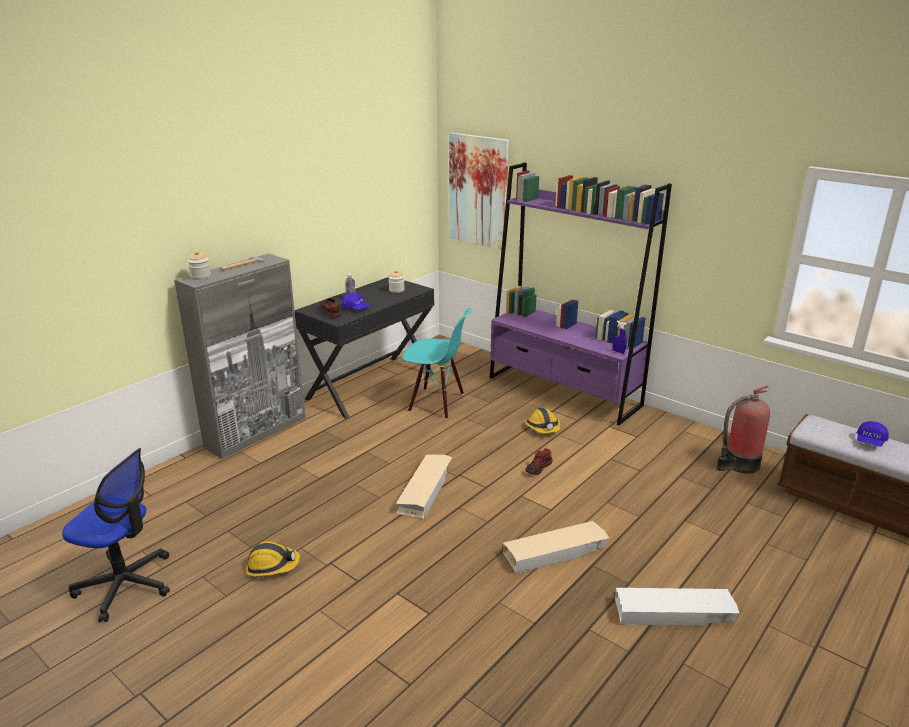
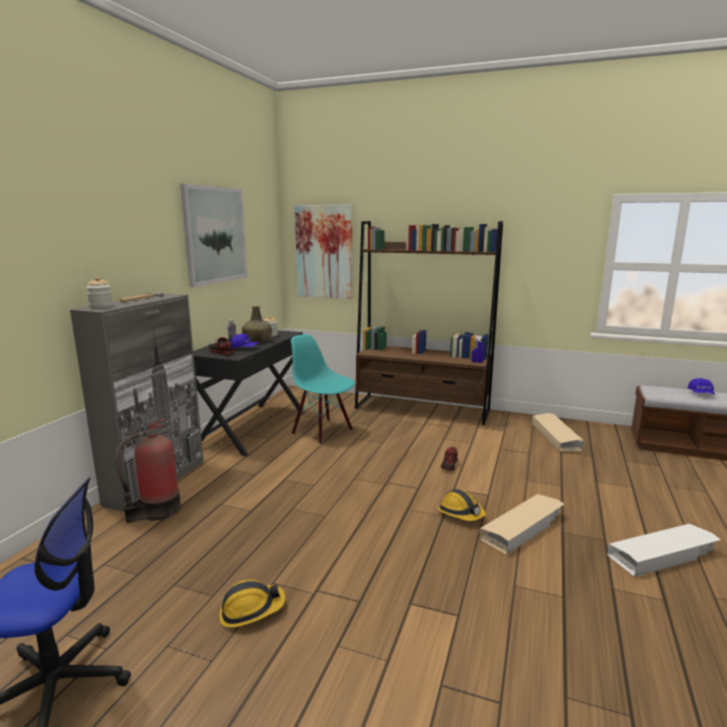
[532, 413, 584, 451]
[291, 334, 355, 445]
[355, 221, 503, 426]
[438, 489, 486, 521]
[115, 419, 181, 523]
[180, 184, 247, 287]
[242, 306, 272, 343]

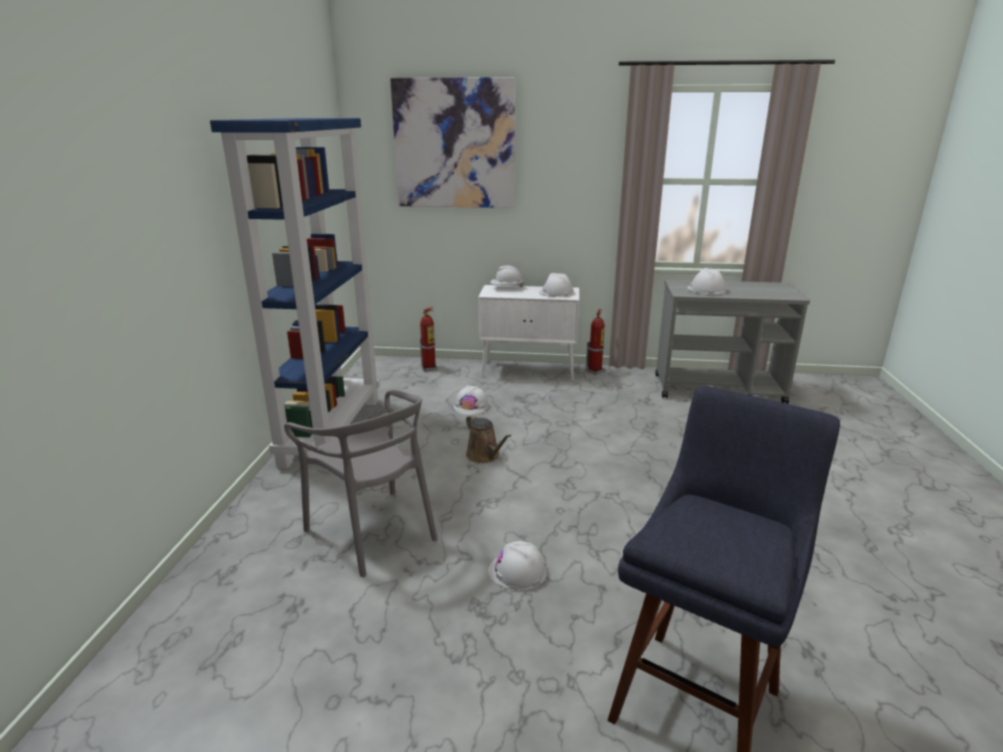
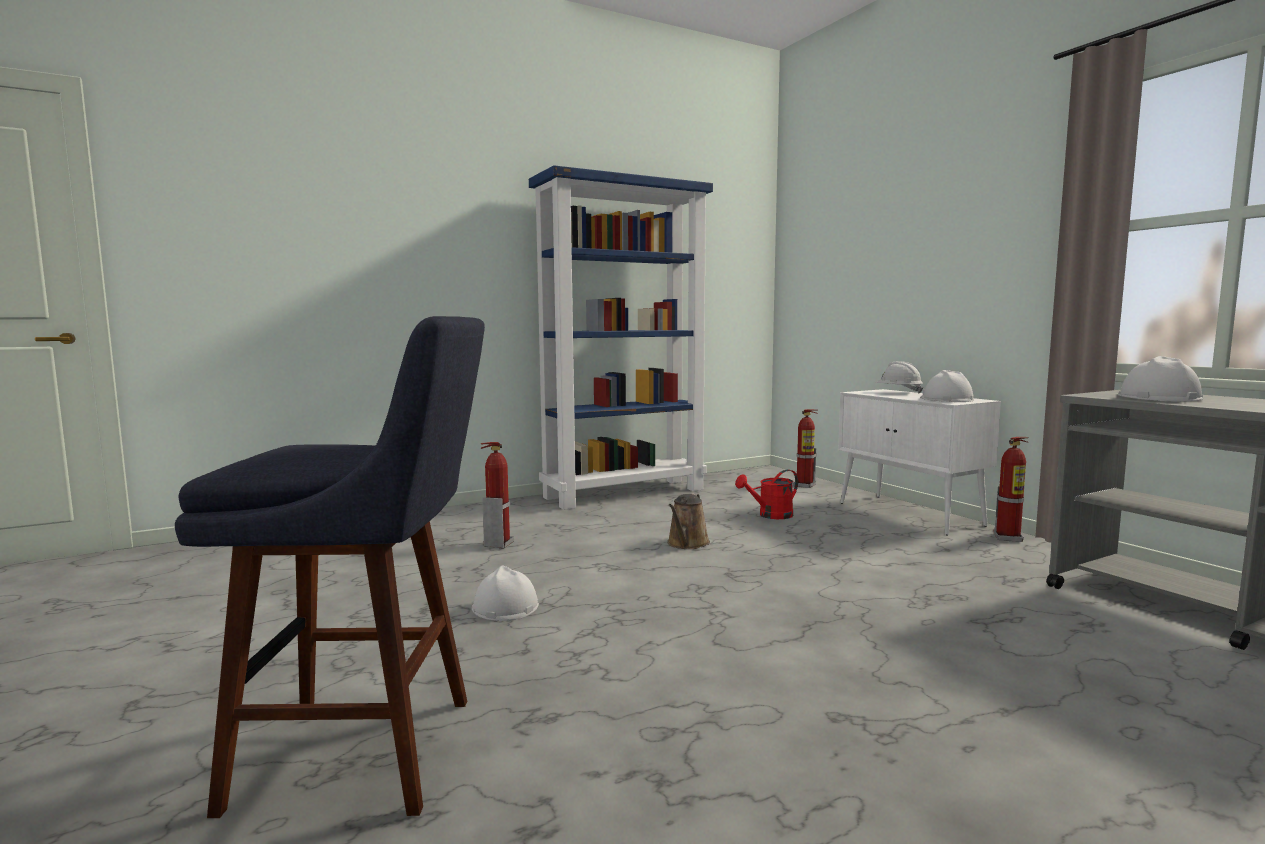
[481, 442, 514, 549]
[390, 77, 515, 208] (first image)
[735, 470, 798, 519]

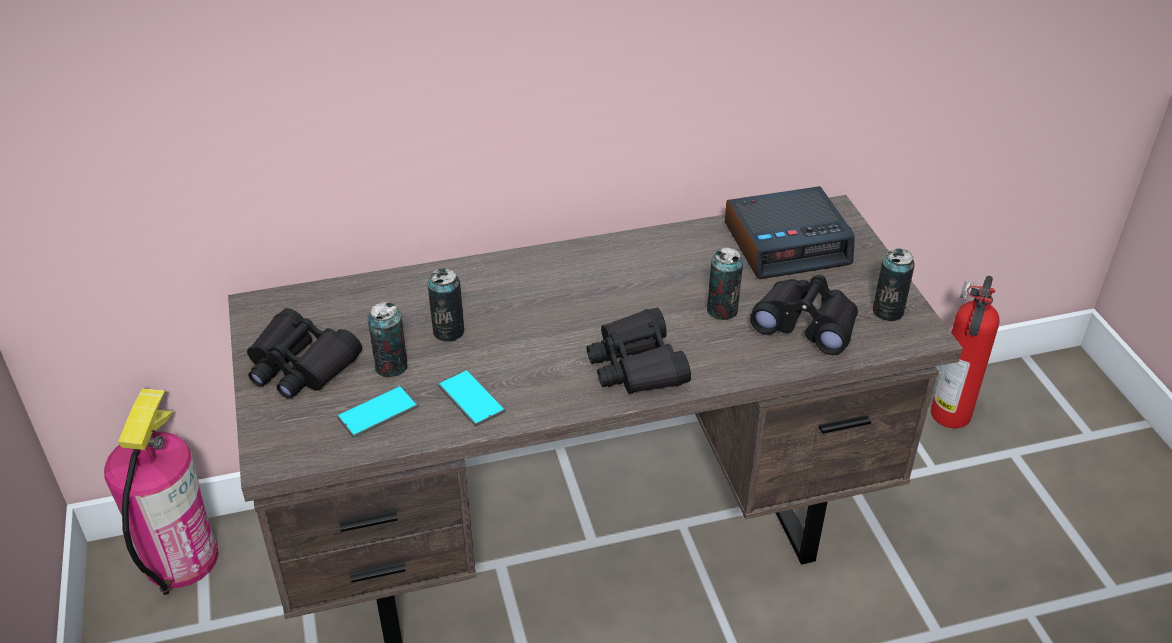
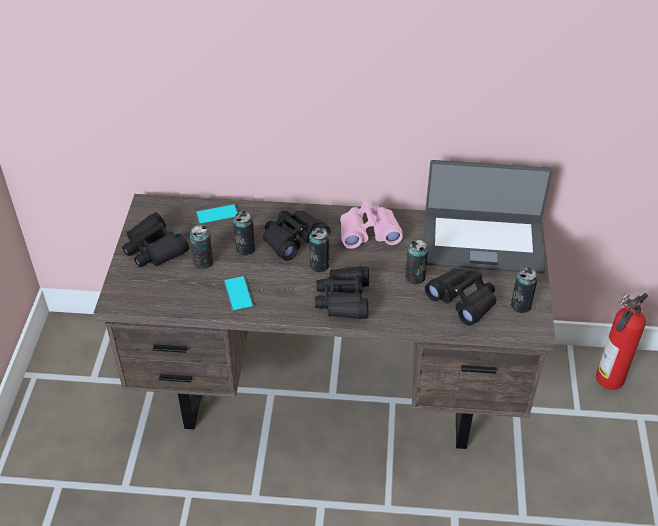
[104, 388, 218, 595] (first image)
[196, 204, 238, 225]
[424, 160, 553, 274]
[263, 210, 330, 261]
[309, 228, 330, 272]
[340, 201, 403, 249]

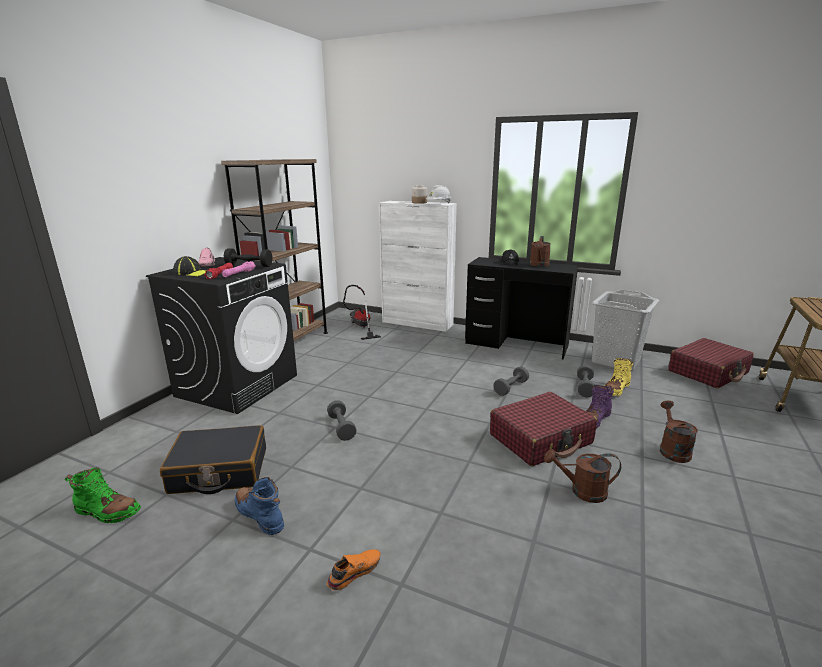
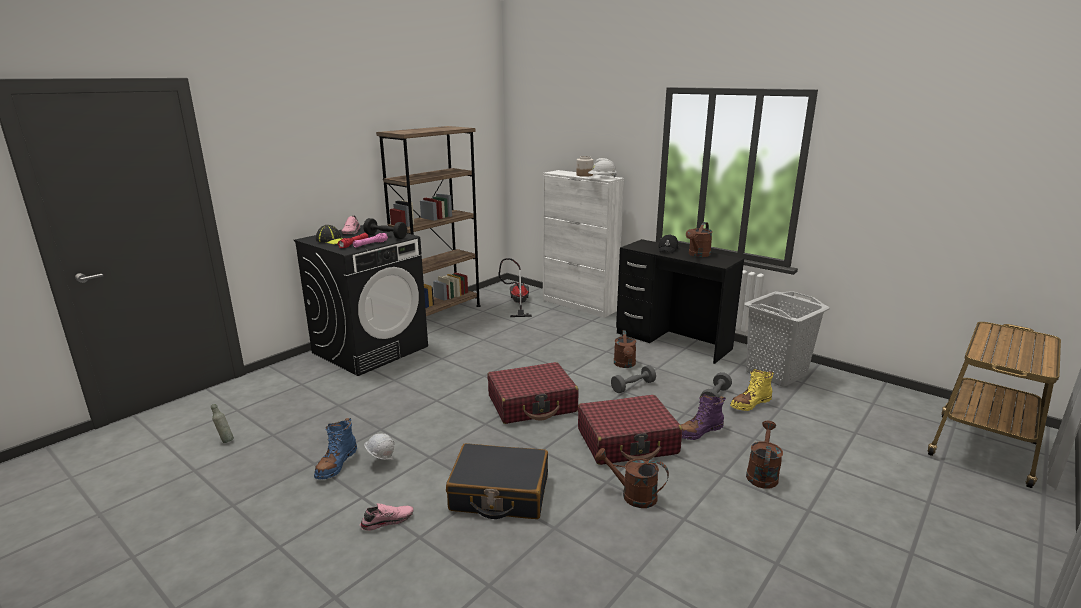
[211, 404, 234, 443]
[446, 443, 548, 519]
[314, 418, 357, 479]
[327, 400, 357, 441] (first image)
[360, 503, 414, 531]
[487, 362, 578, 424]
[364, 433, 395, 460]
[614, 330, 637, 368]

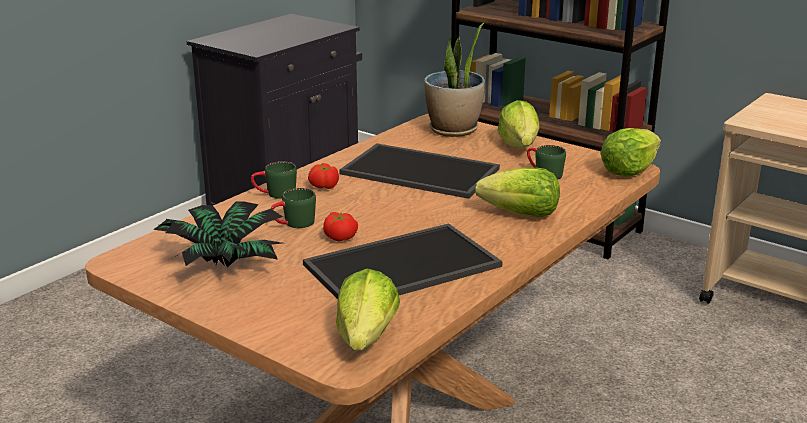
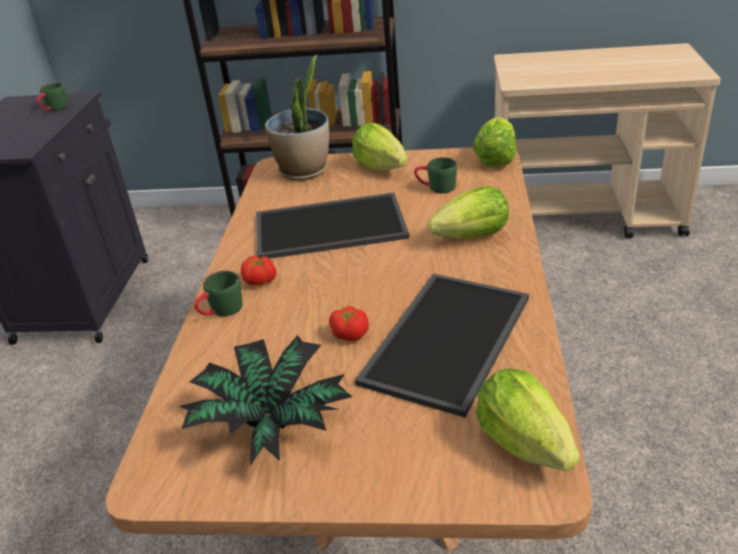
[37, 83, 68, 111]

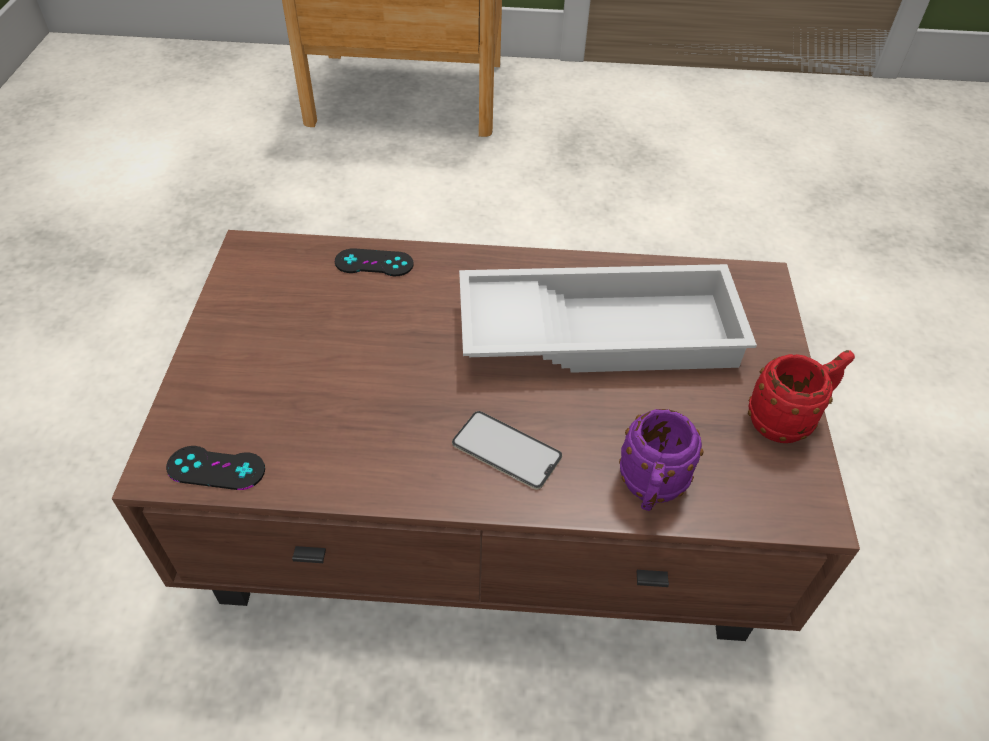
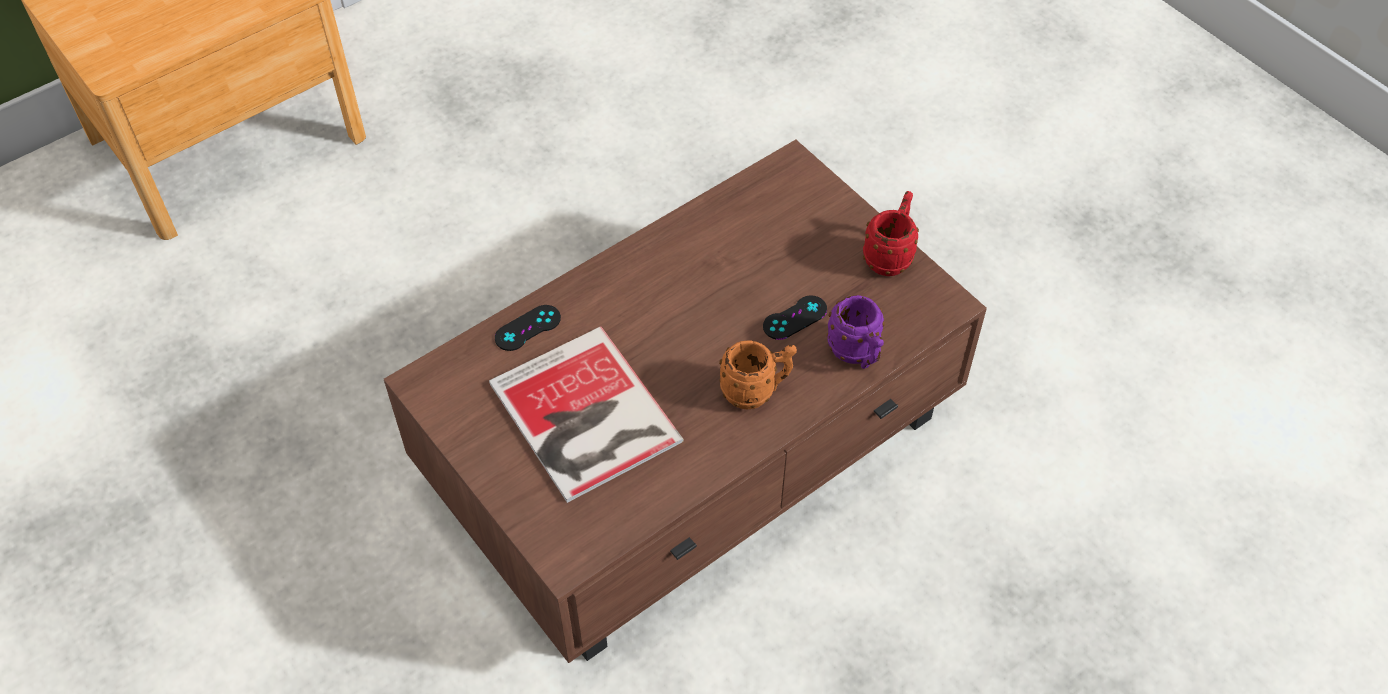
[763, 295, 827, 340]
[719, 340, 797, 409]
[459, 264, 757, 373] (first image)
[489, 327, 684, 503]

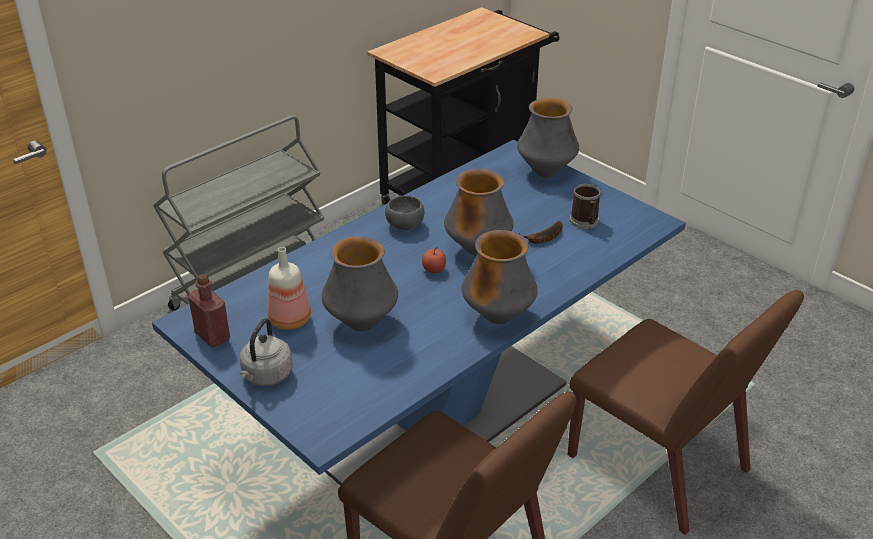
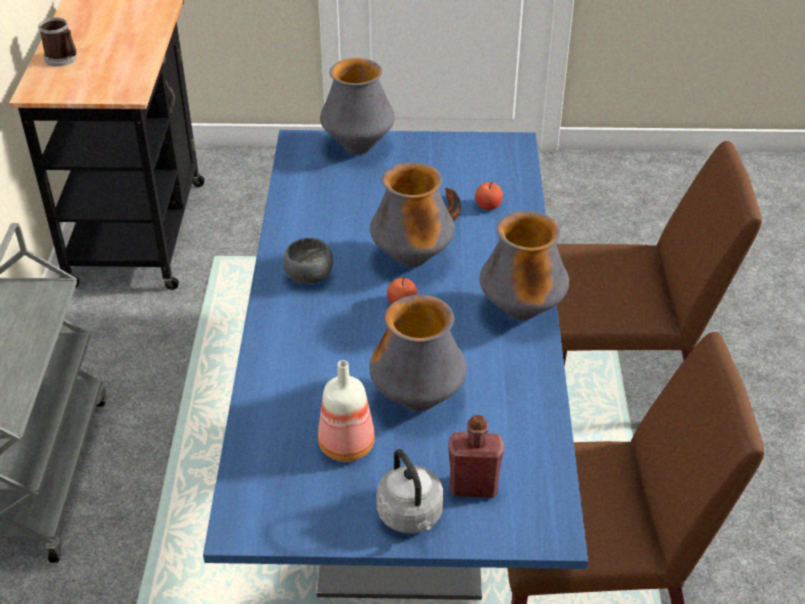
[448, 415, 504, 498]
[38, 18, 77, 67]
[475, 182, 503, 210]

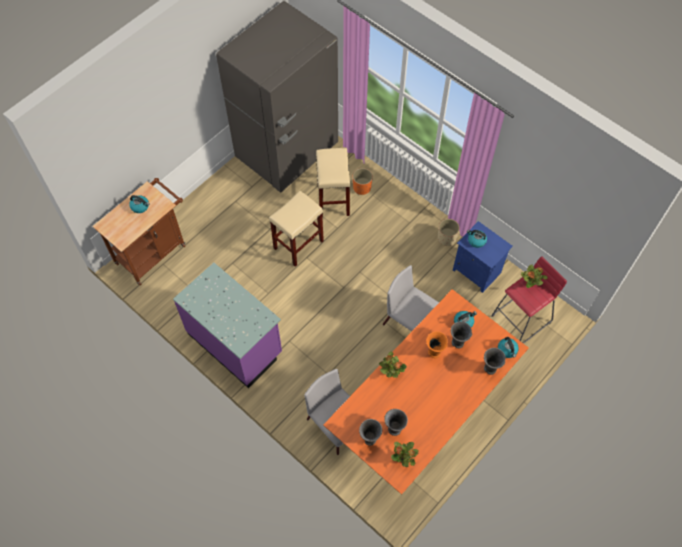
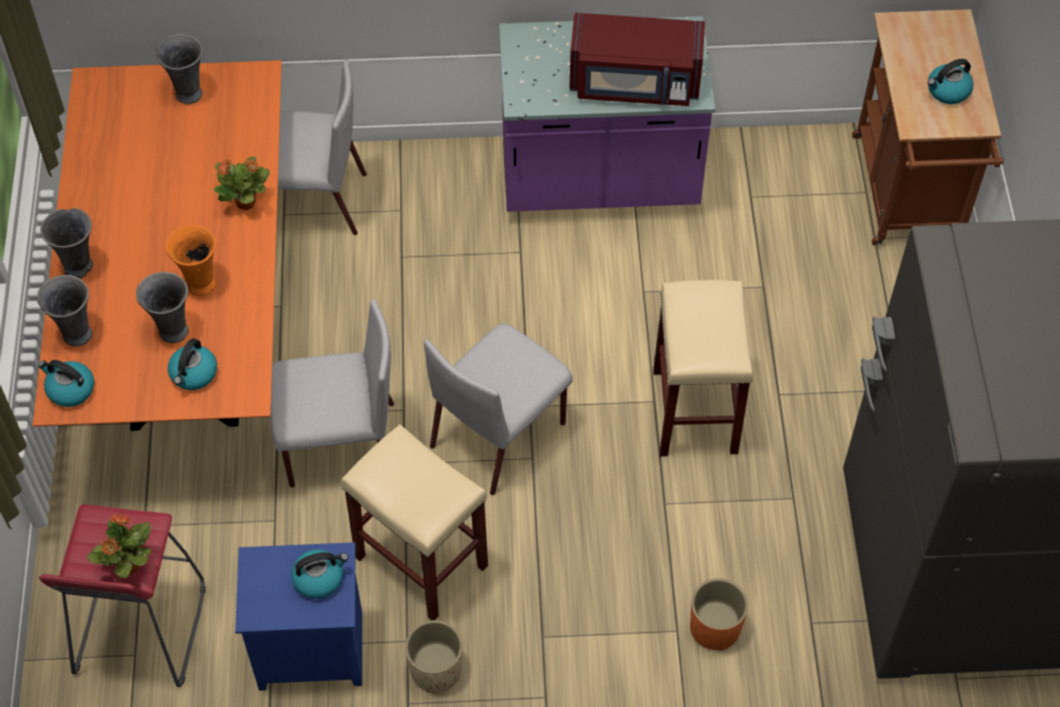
[341, 424, 488, 620]
[40, 208, 93, 278]
[391, 442, 419, 467] (first image)
[424, 323, 573, 495]
[570, 13, 705, 106]

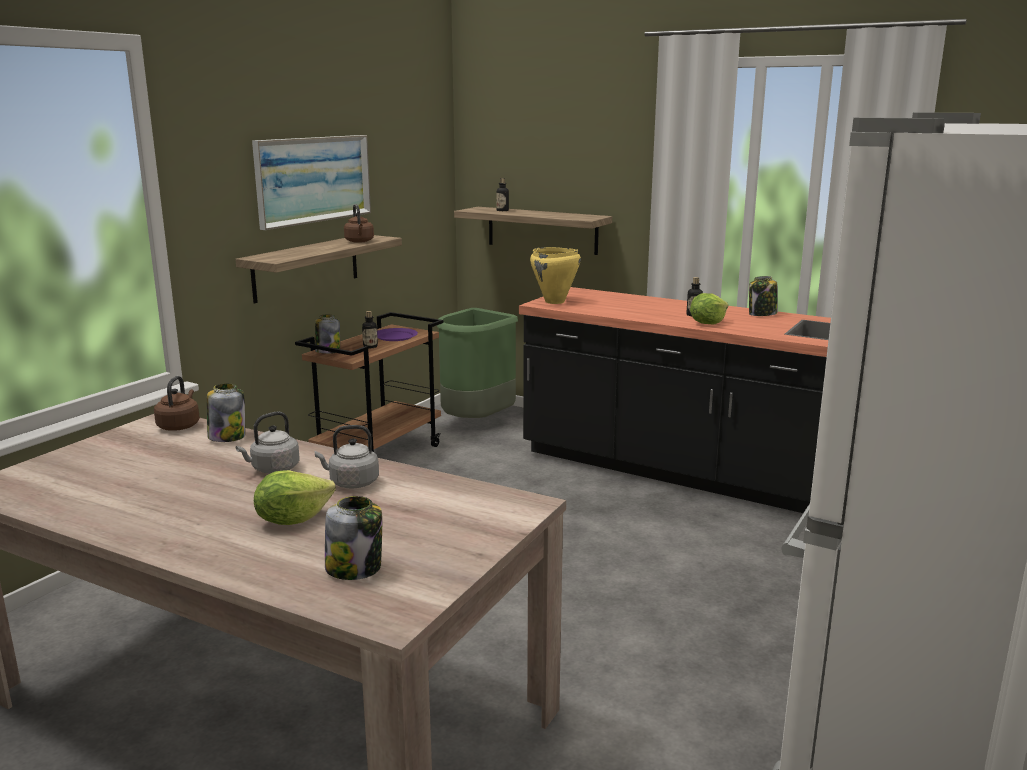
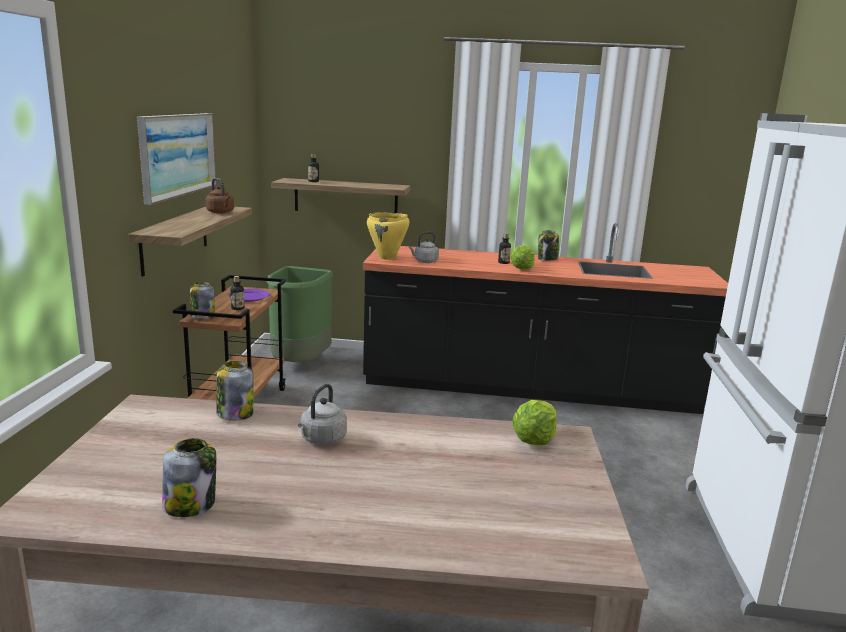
[154, 376, 200, 431] (first image)
[512, 400, 557, 445]
[409, 232, 439, 263]
[162, 438, 216, 517]

